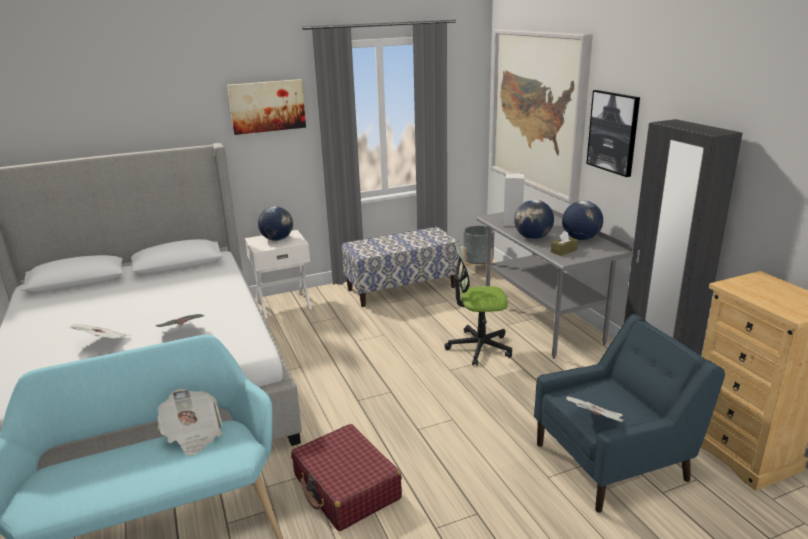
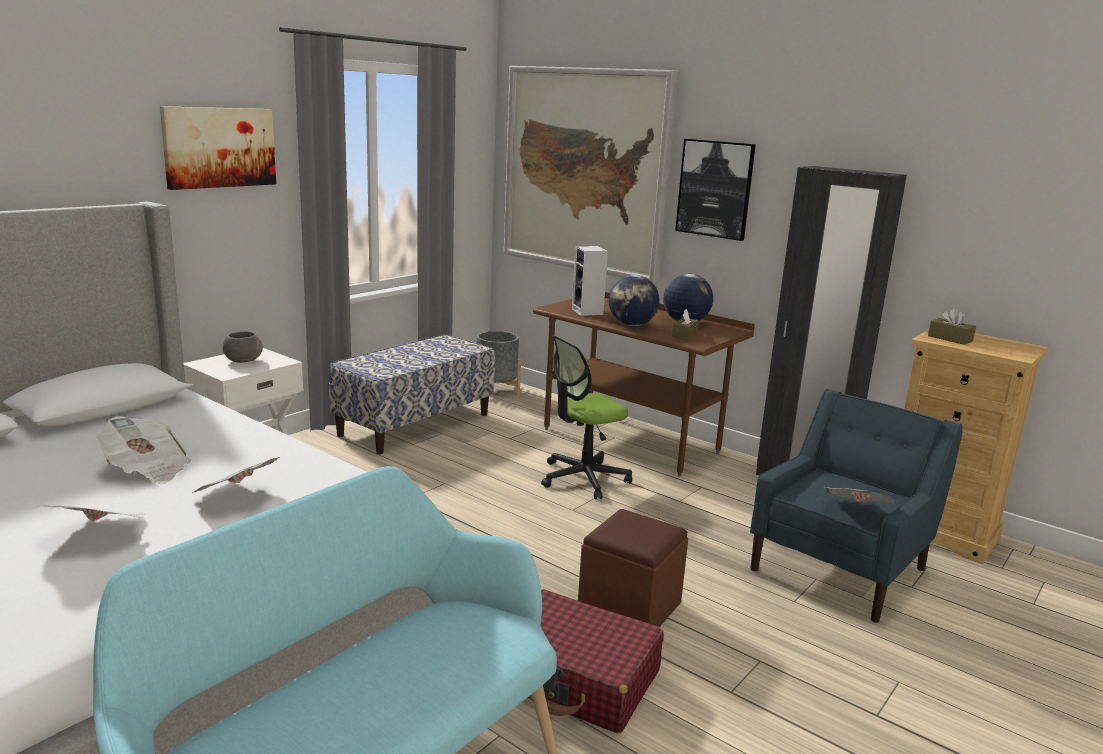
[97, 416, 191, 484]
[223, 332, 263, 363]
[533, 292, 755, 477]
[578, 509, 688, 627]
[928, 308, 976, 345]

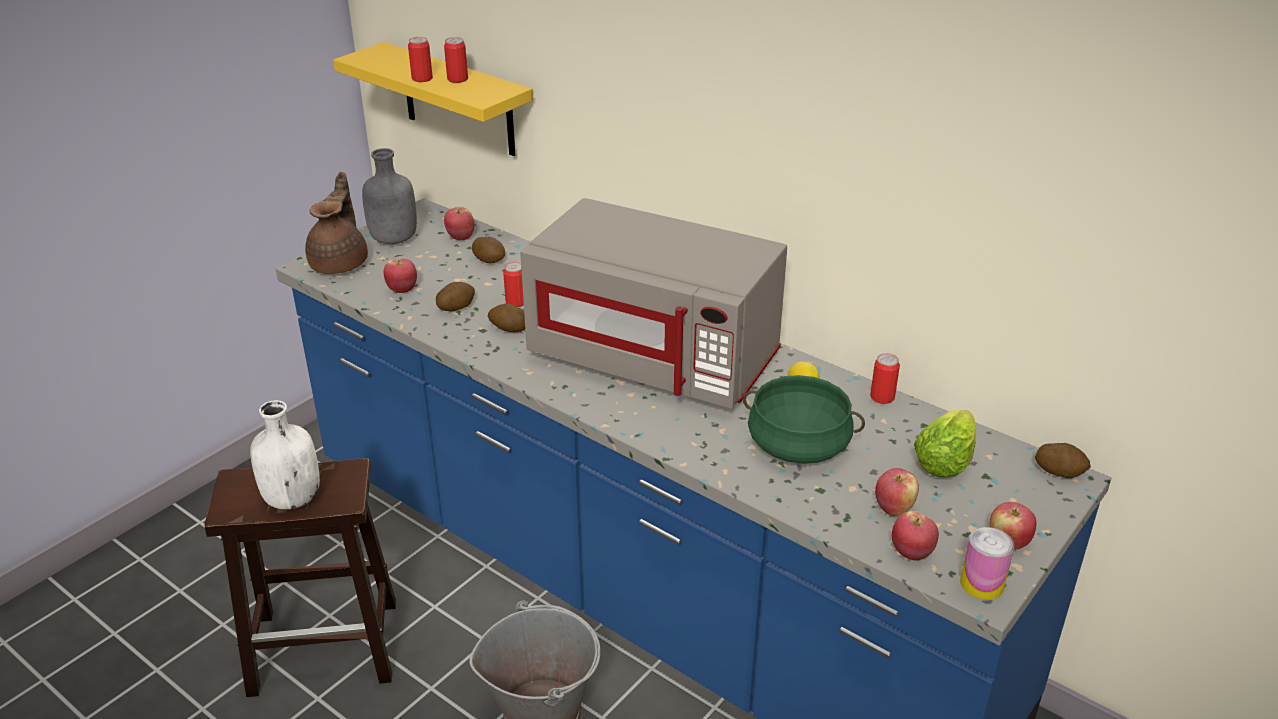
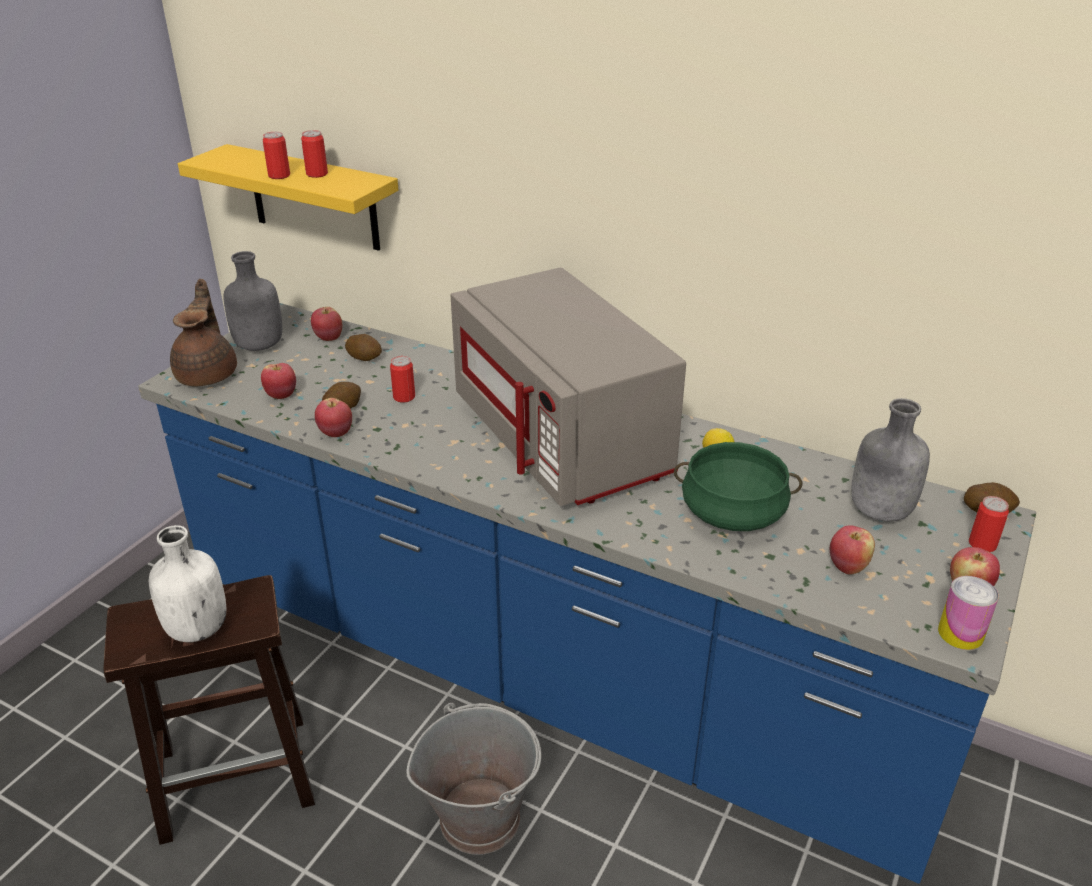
[488, 303, 525, 332] (first image)
[450, 268, 686, 506]
[969, 496, 1009, 552]
[315, 398, 352, 437]
[851, 398, 930, 522]

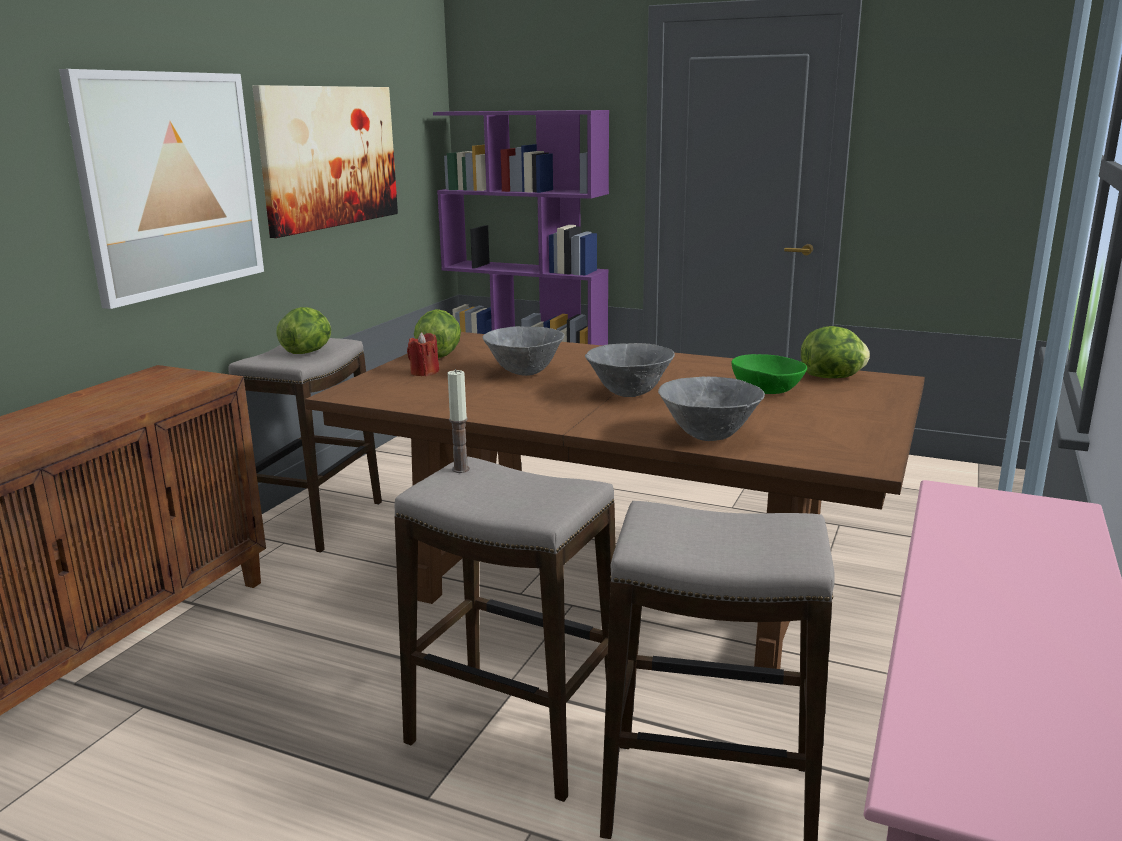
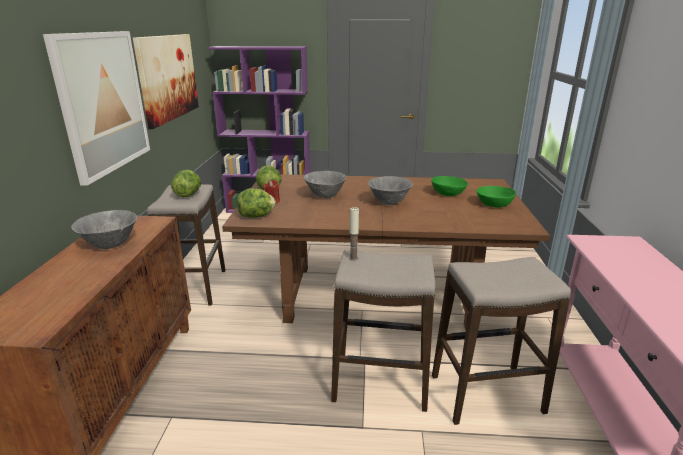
[71, 210, 137, 249]
[237, 188, 276, 218]
[477, 186, 516, 208]

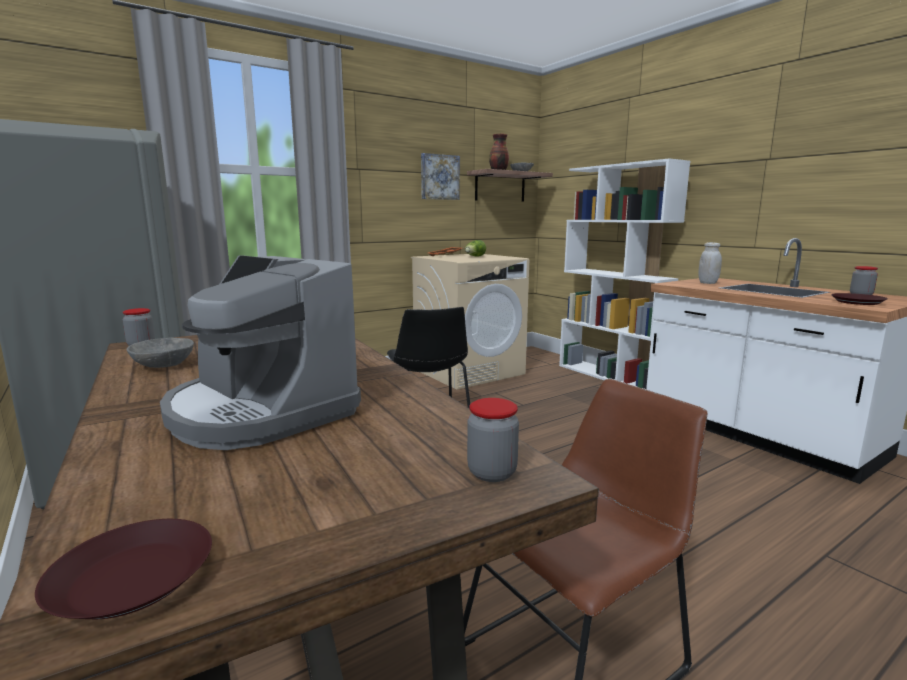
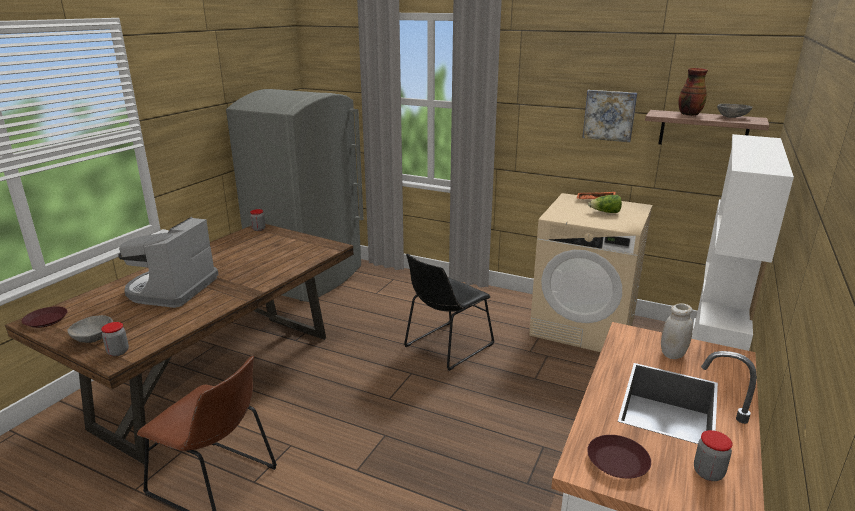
[67, 315, 113, 343]

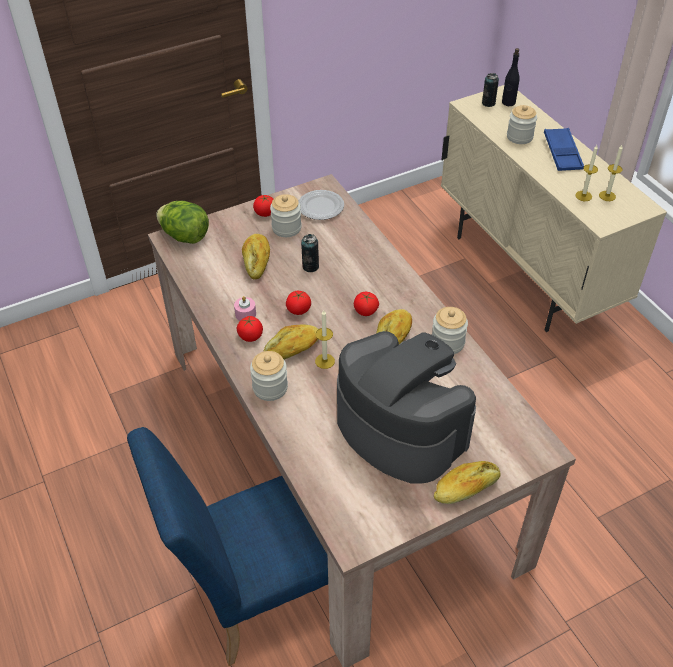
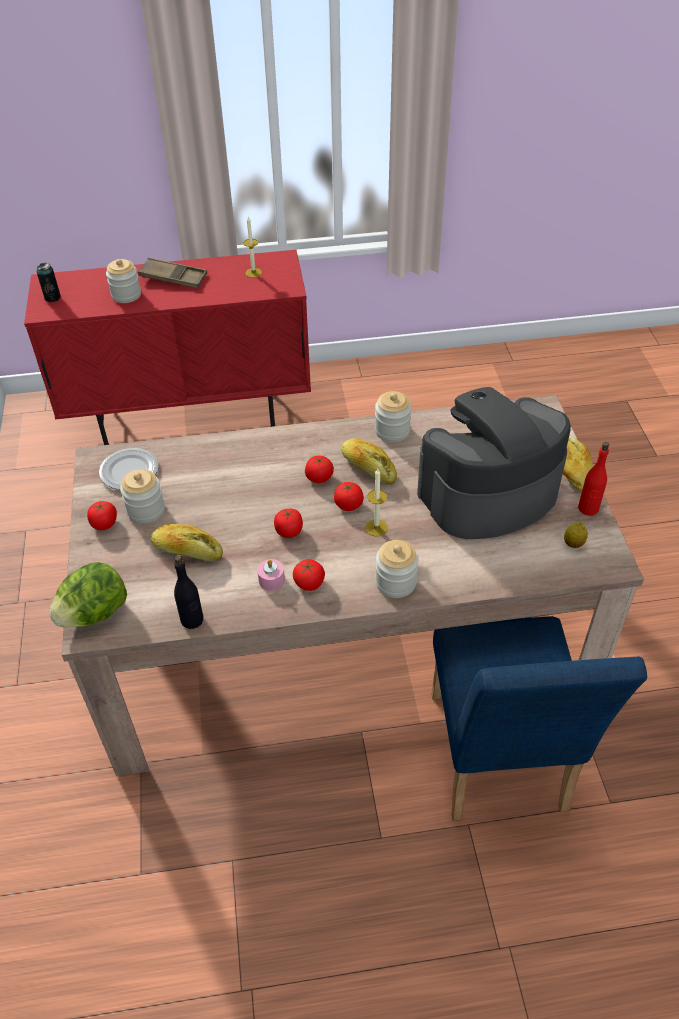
[263, 325, 319, 360] (first image)
[301, 234, 319, 272] (first image)
[24, 250, 311, 445]
[174, 555, 203, 629]
[138, 257, 207, 288]
[575, 145, 598, 201] (first image)
[334, 482, 364, 511]
[564, 522, 588, 548]
[578, 442, 609, 516]

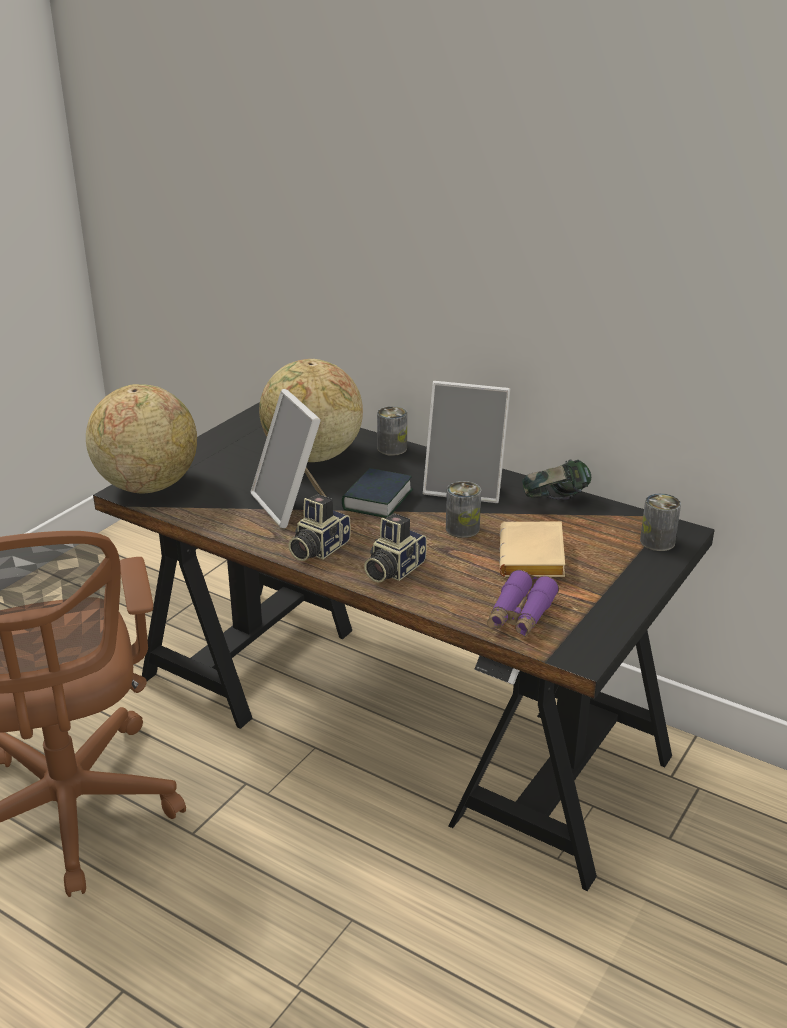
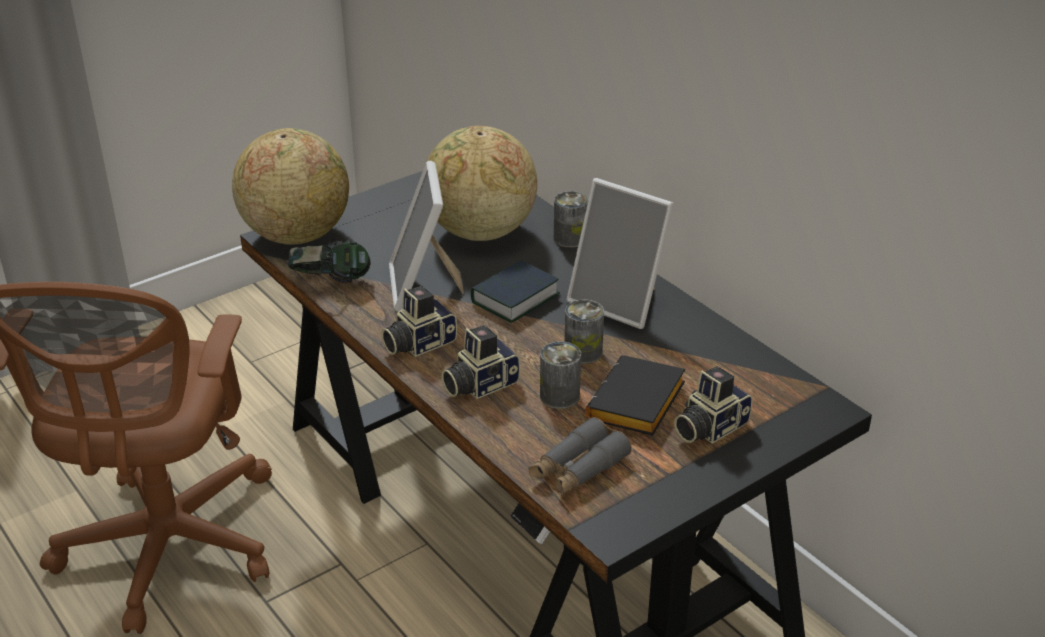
[528, 417, 632, 496]
[585, 355, 685, 435]
[288, 240, 371, 283]
[540, 341, 581, 409]
[674, 366, 753, 444]

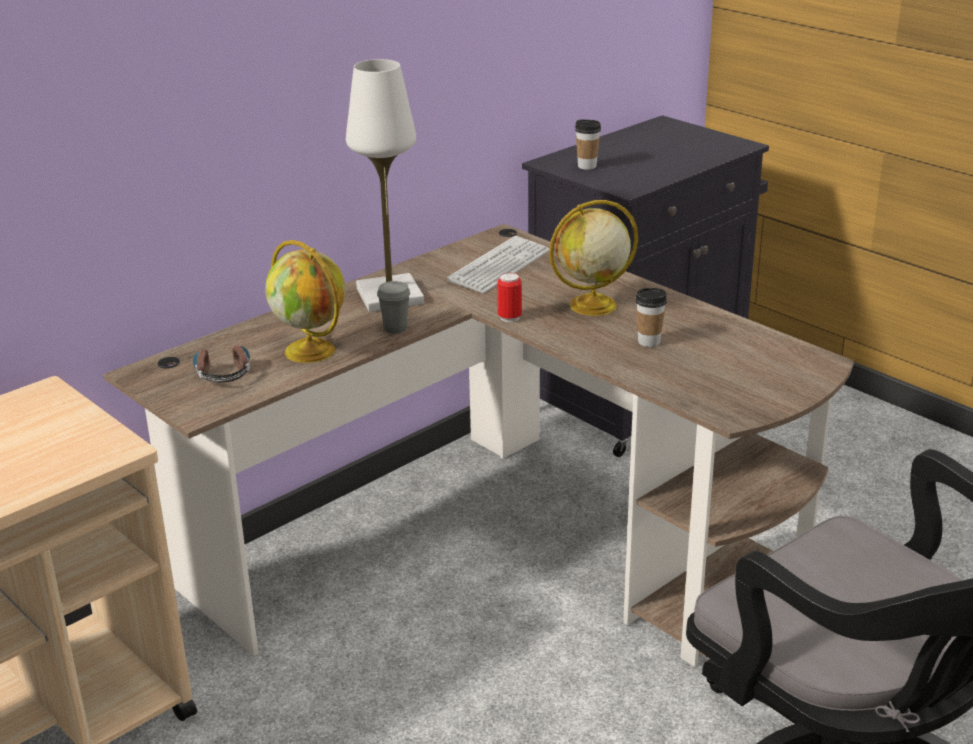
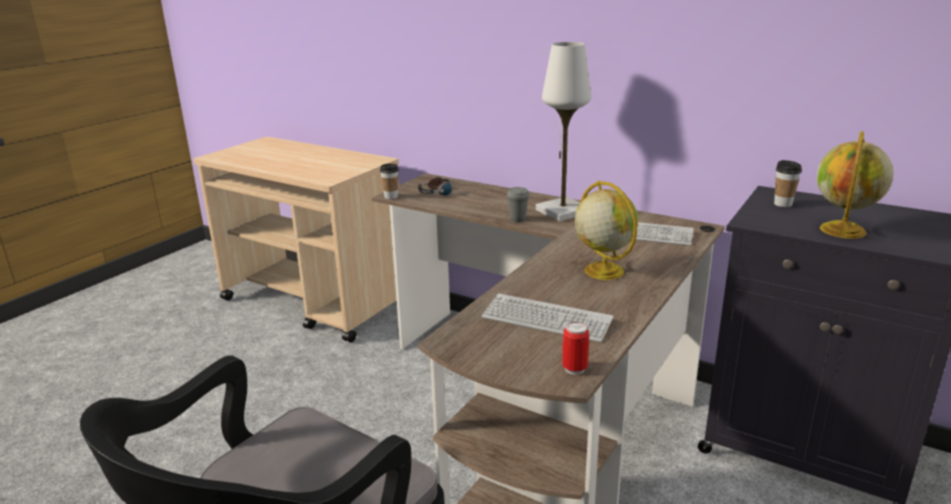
[817, 131, 894, 239]
[562, 322, 589, 374]
[380, 164, 399, 199]
[482, 294, 614, 342]

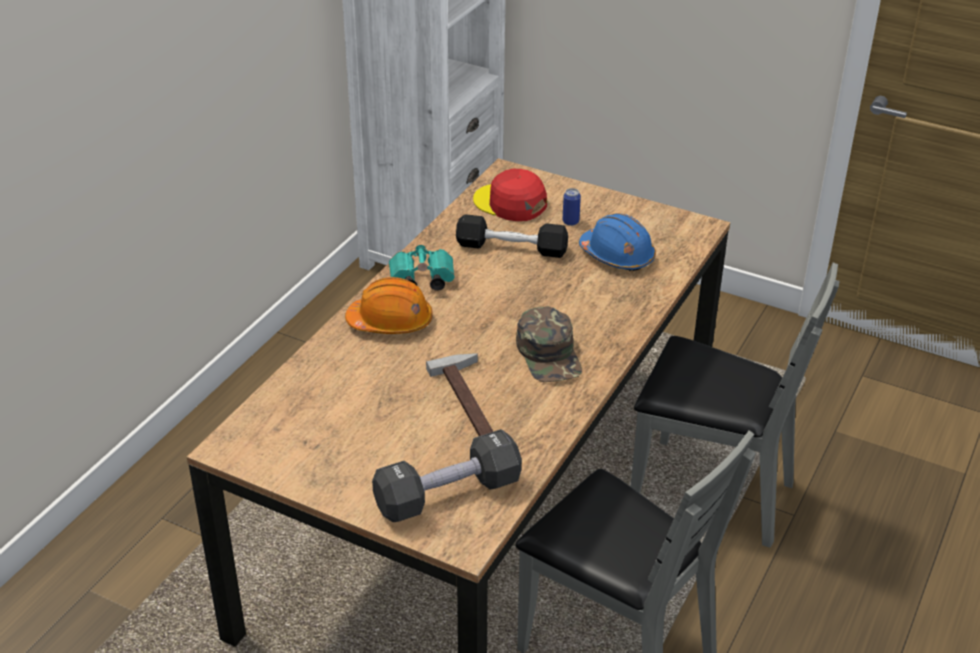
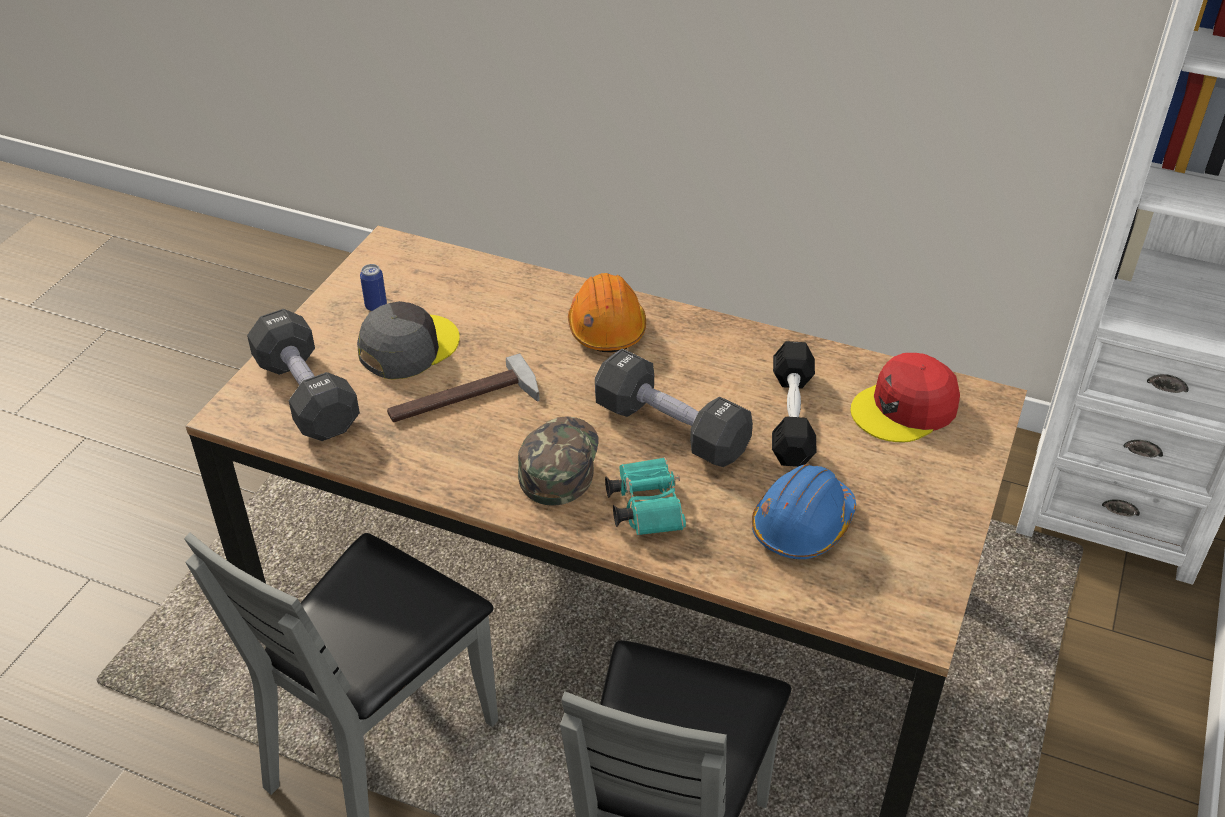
[605, 457, 686, 535]
[850, 353, 960, 442]
[518, 416, 599, 506]
[360, 264, 387, 311]
[357, 301, 460, 379]
[595, 349, 753, 467]

